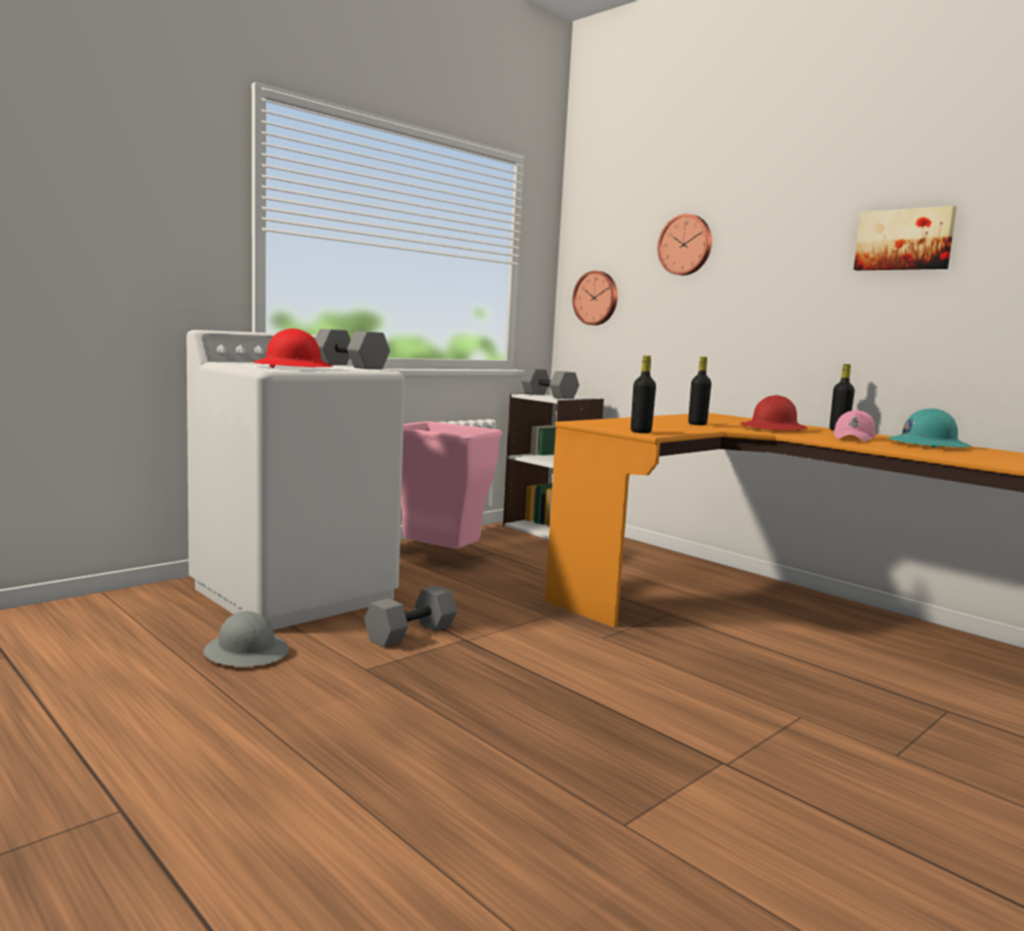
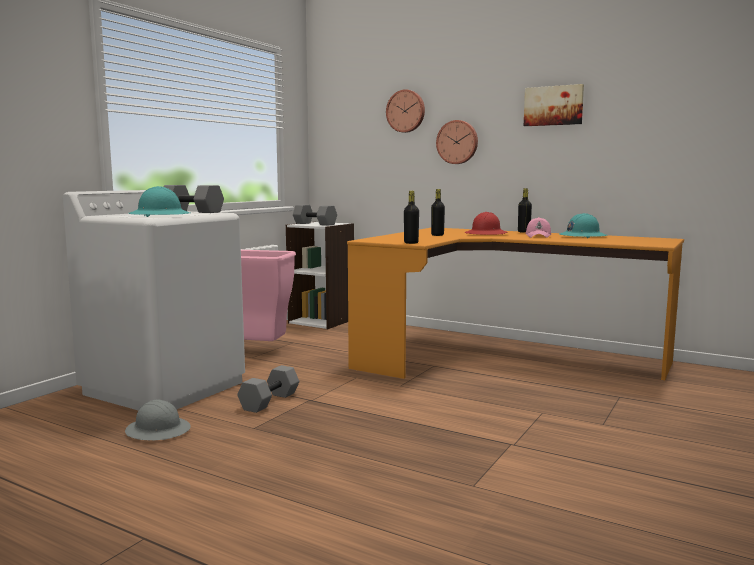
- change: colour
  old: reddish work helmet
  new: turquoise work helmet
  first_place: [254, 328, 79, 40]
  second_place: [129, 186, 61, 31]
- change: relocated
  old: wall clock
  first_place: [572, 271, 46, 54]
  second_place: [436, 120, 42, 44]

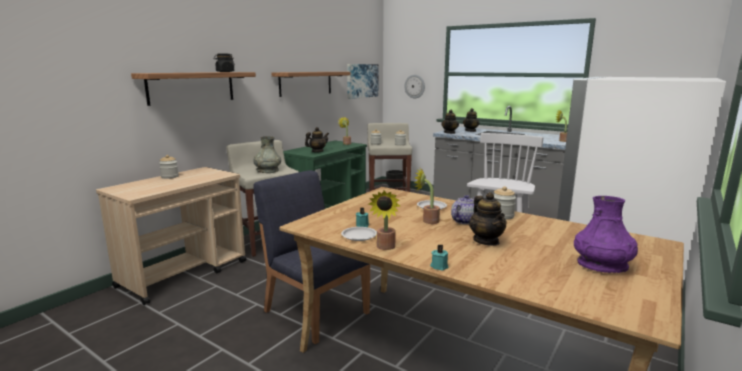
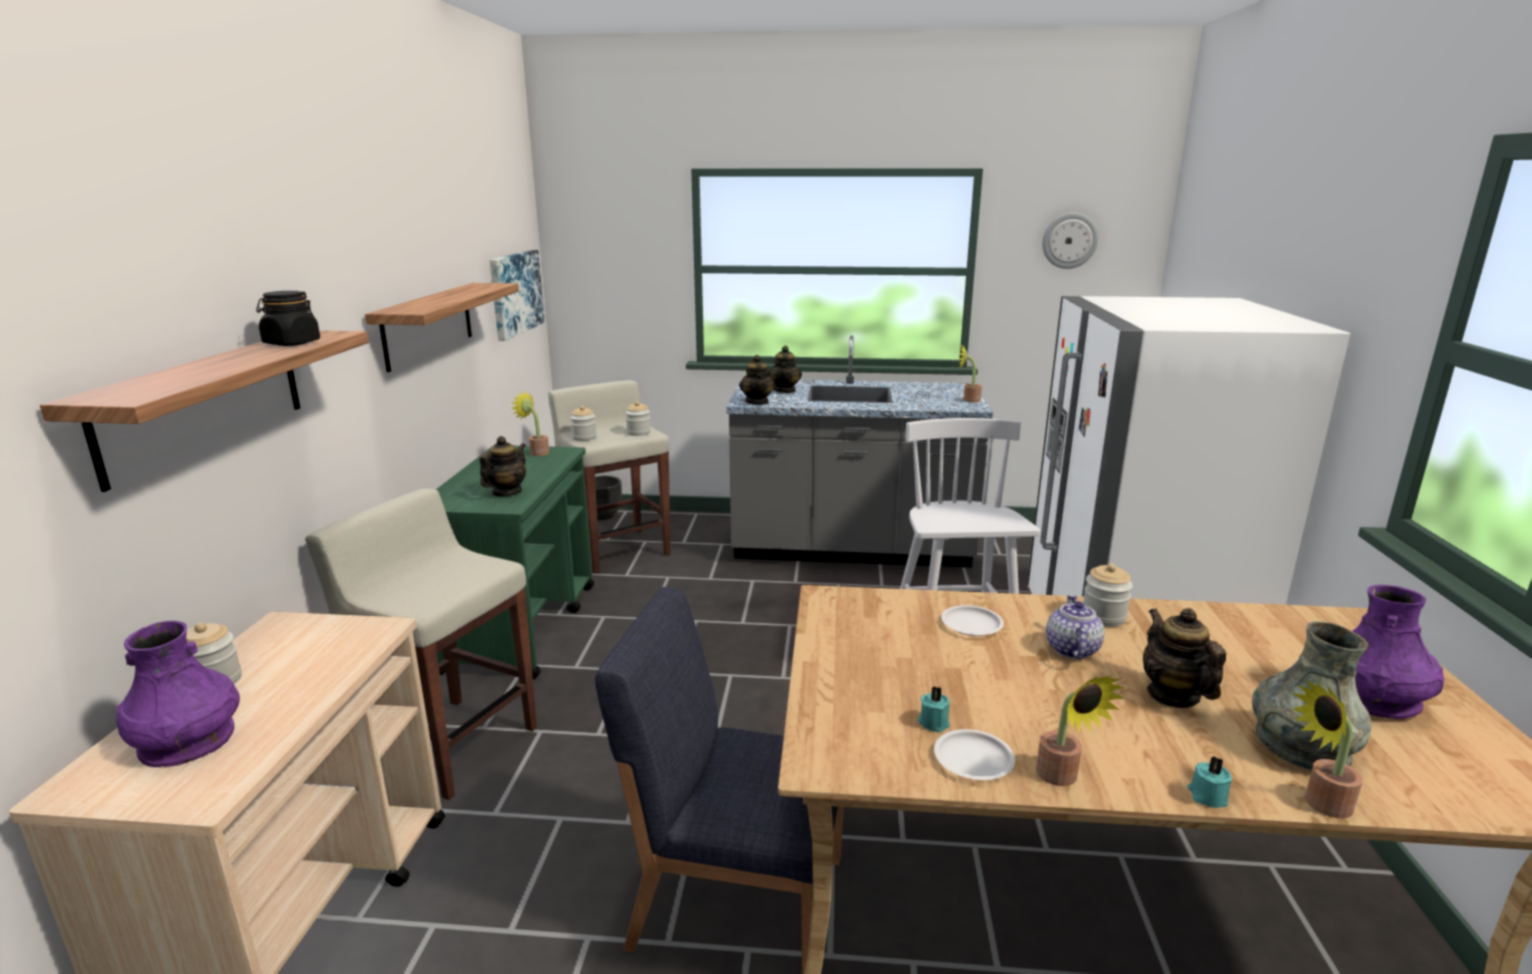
- change: relocated
  old: grey flower vase
  first_place: [253, 136, 28, 37]
  second_place: [1252, 621, 120, 149]
- change: relocated
  old: wall clock
  first_place: [404, 75, 21, 23]
  second_place: [1042, 213, 57, 56]
- change: relocated
  old: plant in a pot
  first_place: [414, 167, 26, 57]
  second_place: [1292, 679, 71, 139]
- change: spun
  old: pot for tea
  first_place: [469, 192, 38, 54]
  second_place: [1143, 608, 83, 100]
  degrees: -150
- change: appeared
  new: purple flower vase
  second_place: [116, 621, 124, 146]

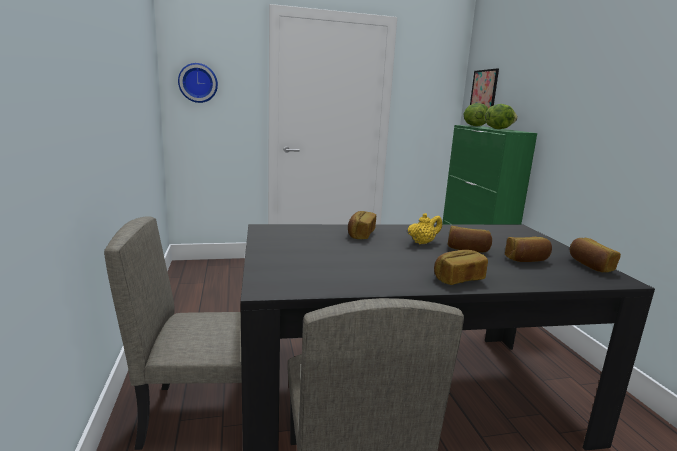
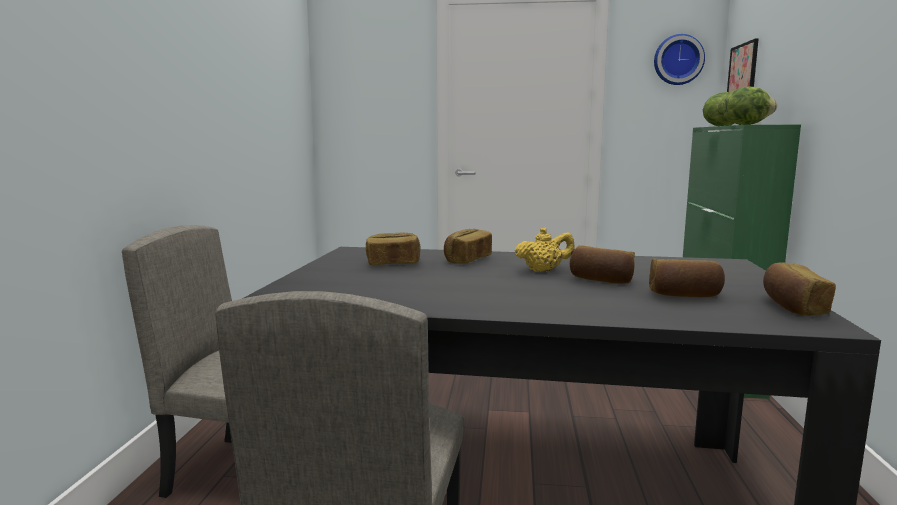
- change: relocated
  old: wall clock
  first_place: [178, 63, 40, 40]
  second_place: [654, 34, 51, 51]
- change: relocated
  old: baked bread
  first_place: [434, 250, 54, 35]
  second_place: [366, 233, 55, 32]

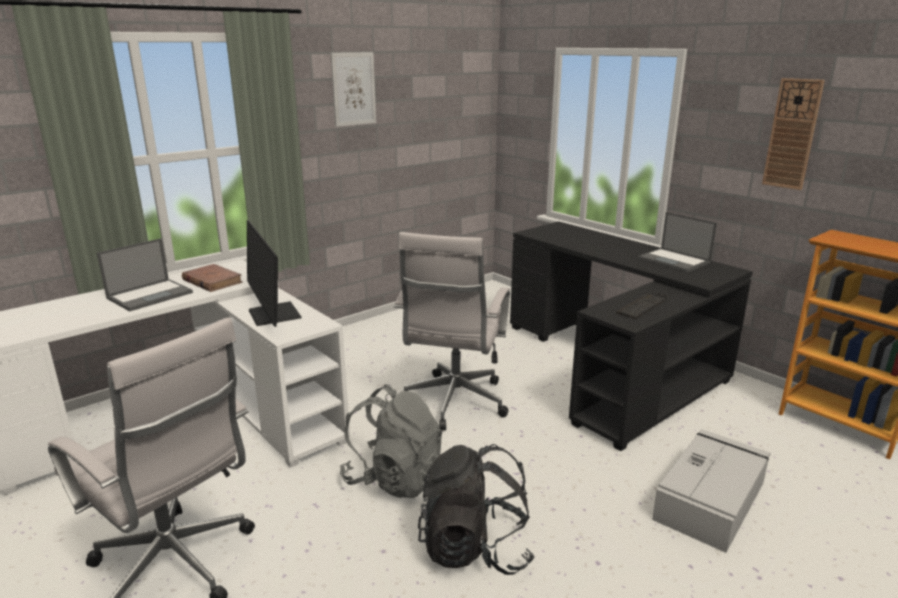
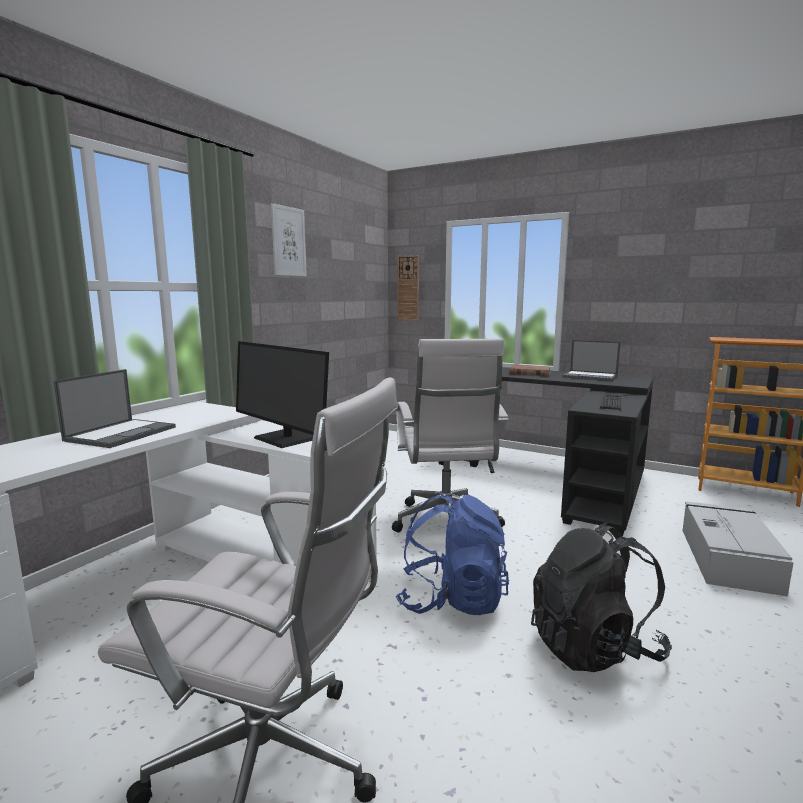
- change: relocated
  old: brown-coloured book
  first_place: [182, 264, 61, 28]
  second_place: [509, 365, 42, 11]
- change: colour
  old: grey rucksack
  new: bluish rucksack
  first_place: [340, 384, 102, 114]
  second_place: [396, 493, 113, 122]
- change: relocated
  old: wall clock
  first_place: [762, 78, 63, 112]
  second_place: [397, 255, 22, 66]

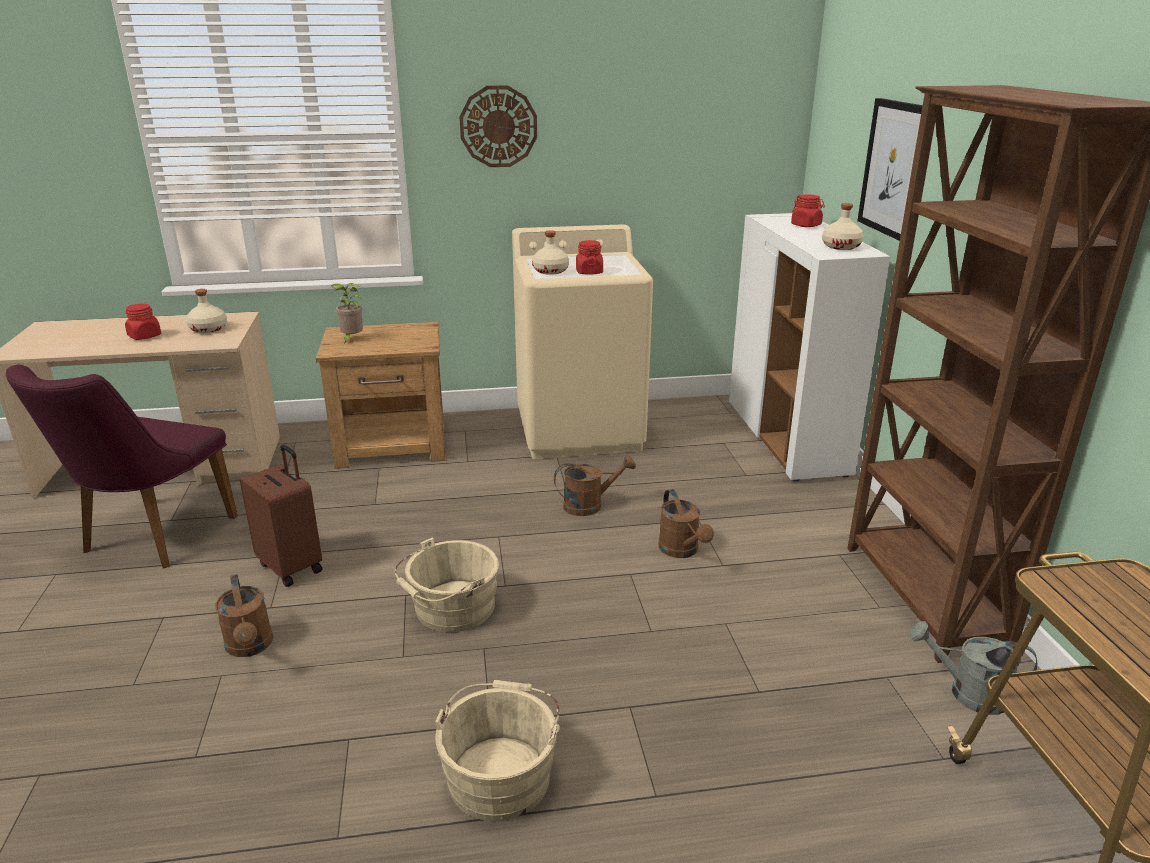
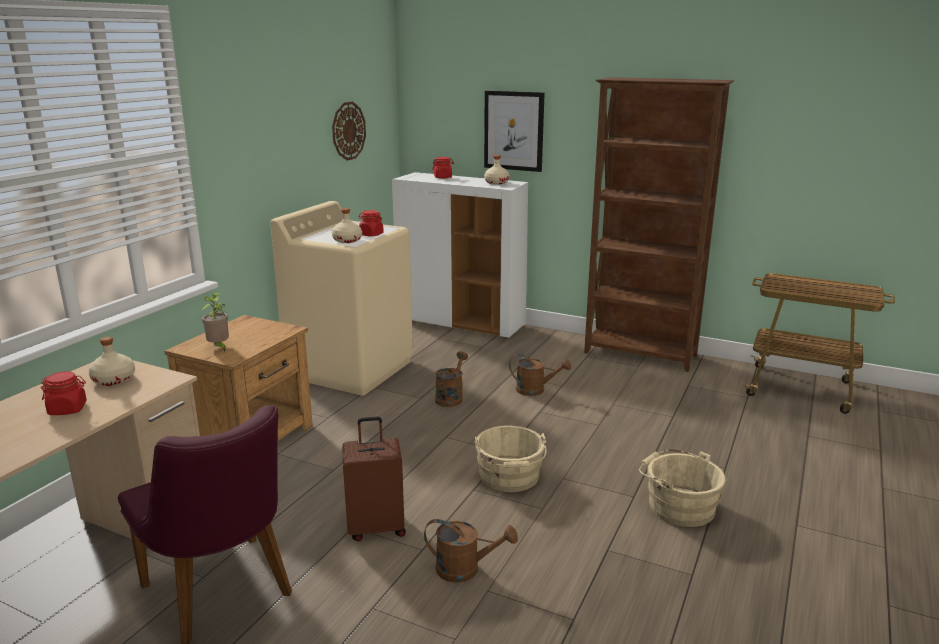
- change: relocated
  old: wall clock
  first_place: [459, 85, 78, 82]
  second_place: [332, 101, 34, 60]
- change: missing
  old: grey sprinkling can
  first_place: [910, 621, 127, 94]

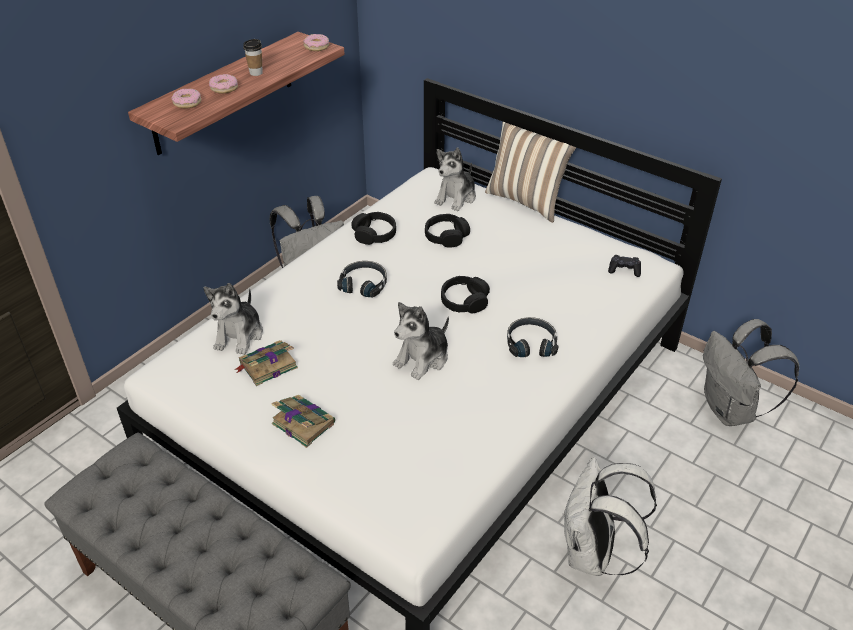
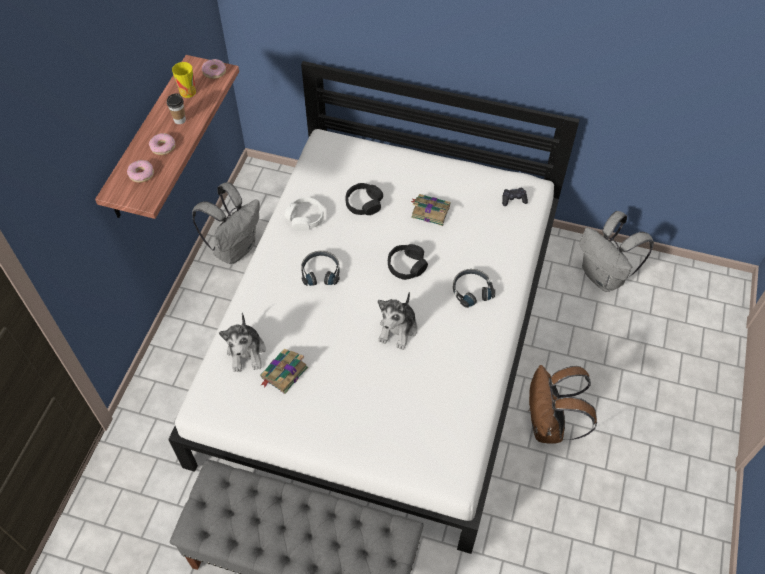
- change: relocated
  old: book
  first_place: [271, 395, 64, 53]
  second_place: [411, 194, 39, 32]
- change: colour
  old: blackish headset
  new: white-coloured headset
  first_place: [351, 212, 45, 33]
  second_place: [285, 197, 39, 34]
- change: missing
  old: cuddly toy
  first_place: [434, 148, 42, 63]
- change: missing
  old: cushion
  first_place: [485, 122, 92, 101]
- change: colour
  old: white-coloured rucksack
  new: brown-coloured rucksack
  first_place: [563, 457, 94, 119]
  second_place: [529, 365, 68, 79]
- change: appeared
  new: drinking cup
  second_place: [172, 62, 24, 36]

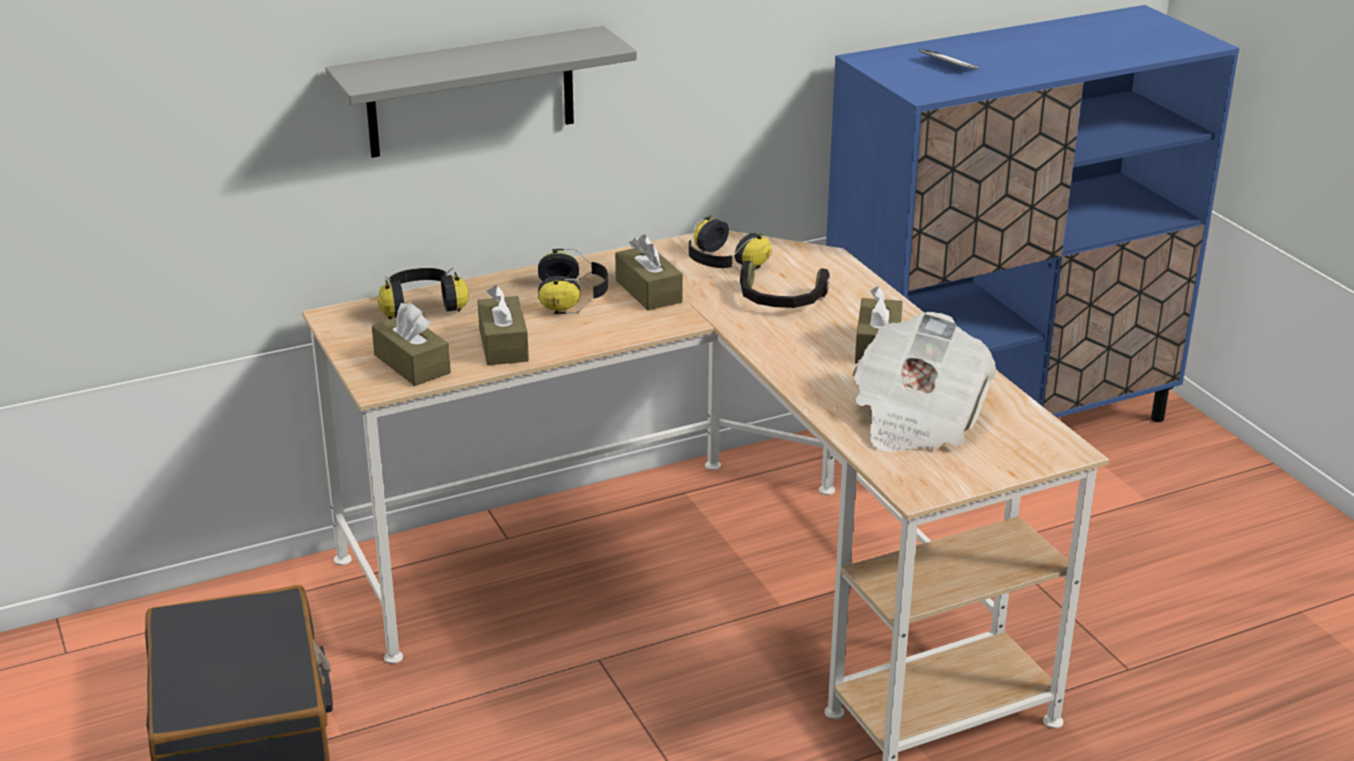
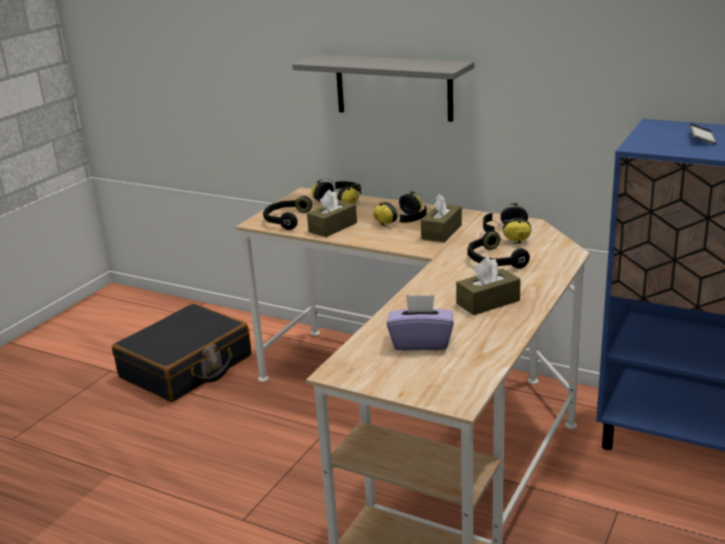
- change: exchanged
  old: brown-coloured tissue box
  new: blackish headset
  first_place: [372, 303, 79, 83]
  second_place: [263, 196, 49, 34]
- change: exchanged
  old: printed paper
  new: purple tissue box
  first_place: [852, 312, 144, 140]
  second_place: [387, 295, 67, 56]

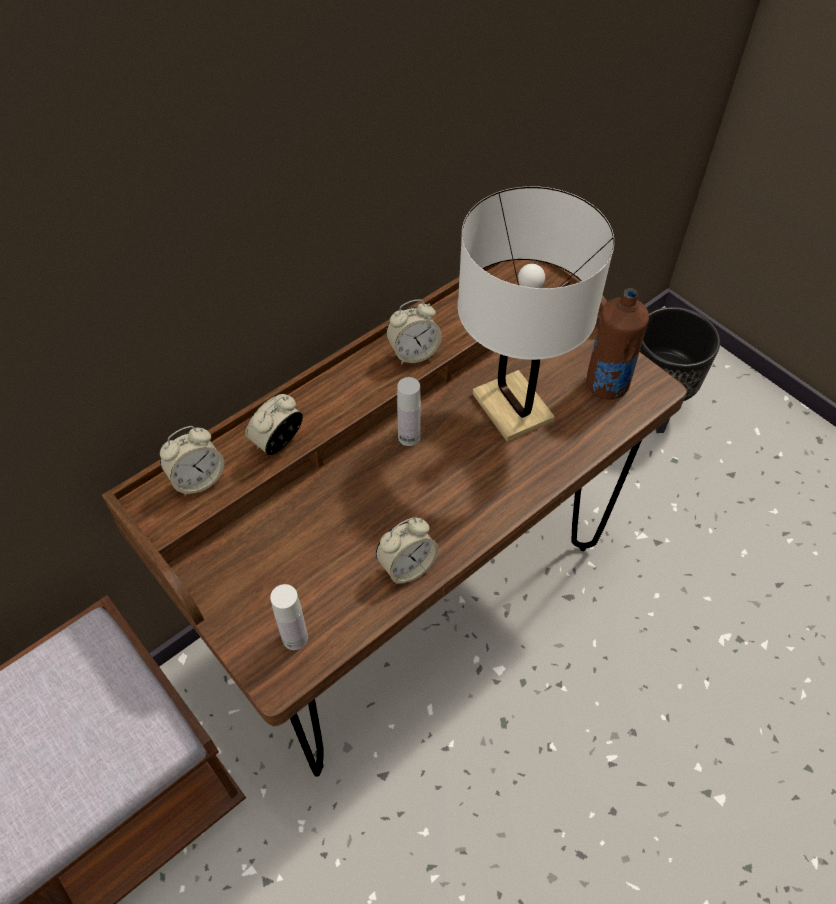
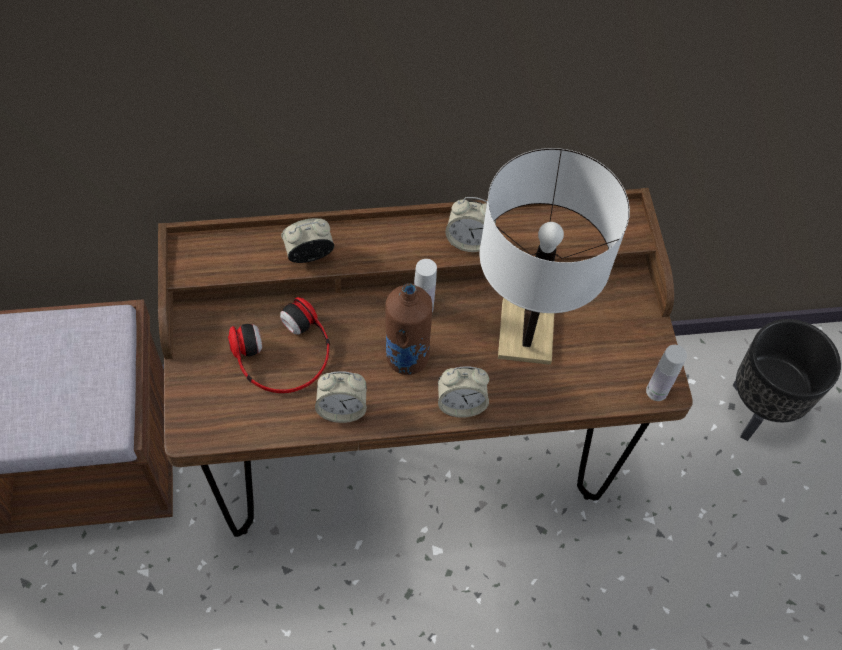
- change: relocated
  old: bedside clock
  first_place: [160, 426, 64, 70]
  second_place: [438, 366, 51, 52]
- change: relocated
  old: white-coloured beverage bottle
  first_place: [270, 584, 38, 66]
  second_place: [646, 345, 41, 56]
- change: relocated
  old: brown-coloured beverage bottle
  first_place: [587, 288, 62, 112]
  second_place: [385, 283, 47, 92]
- change: appeared
  new: headset
  second_place: [228, 297, 102, 96]

